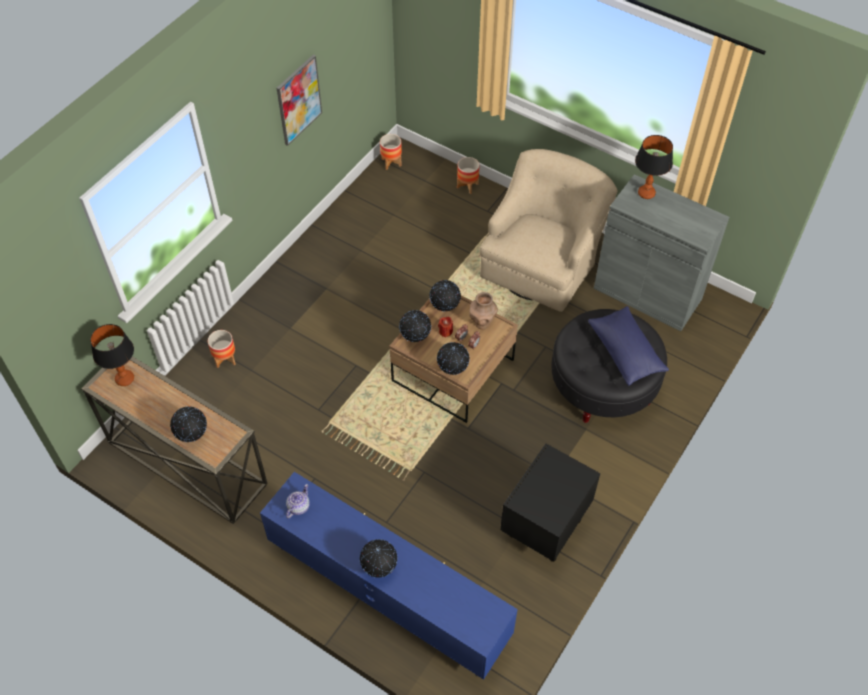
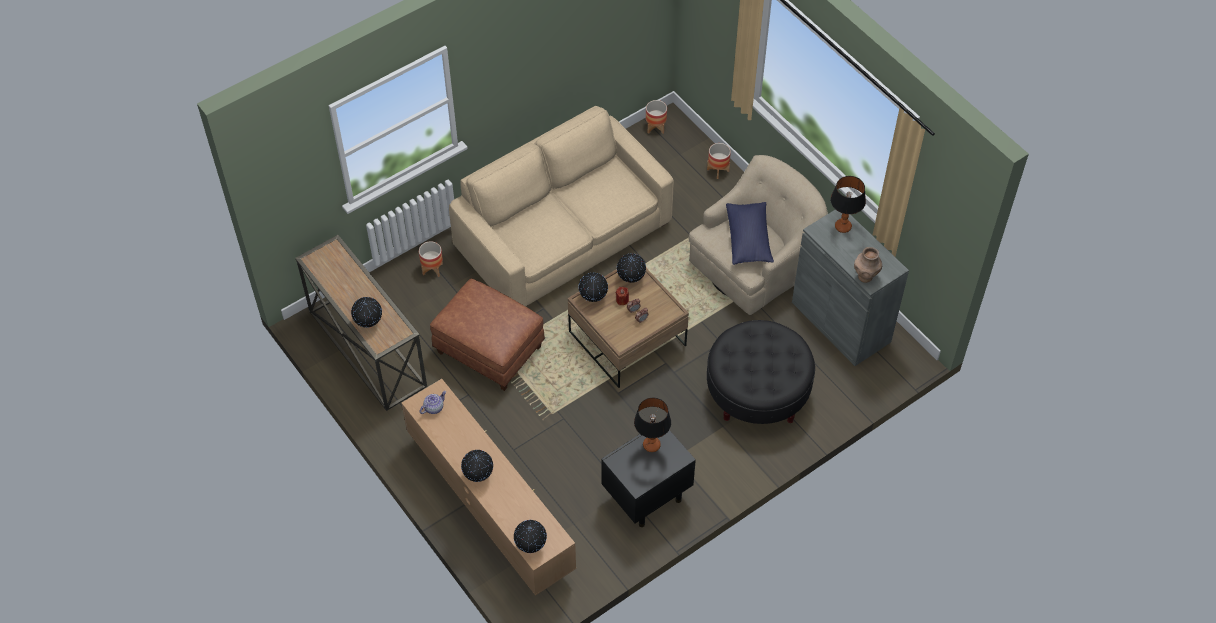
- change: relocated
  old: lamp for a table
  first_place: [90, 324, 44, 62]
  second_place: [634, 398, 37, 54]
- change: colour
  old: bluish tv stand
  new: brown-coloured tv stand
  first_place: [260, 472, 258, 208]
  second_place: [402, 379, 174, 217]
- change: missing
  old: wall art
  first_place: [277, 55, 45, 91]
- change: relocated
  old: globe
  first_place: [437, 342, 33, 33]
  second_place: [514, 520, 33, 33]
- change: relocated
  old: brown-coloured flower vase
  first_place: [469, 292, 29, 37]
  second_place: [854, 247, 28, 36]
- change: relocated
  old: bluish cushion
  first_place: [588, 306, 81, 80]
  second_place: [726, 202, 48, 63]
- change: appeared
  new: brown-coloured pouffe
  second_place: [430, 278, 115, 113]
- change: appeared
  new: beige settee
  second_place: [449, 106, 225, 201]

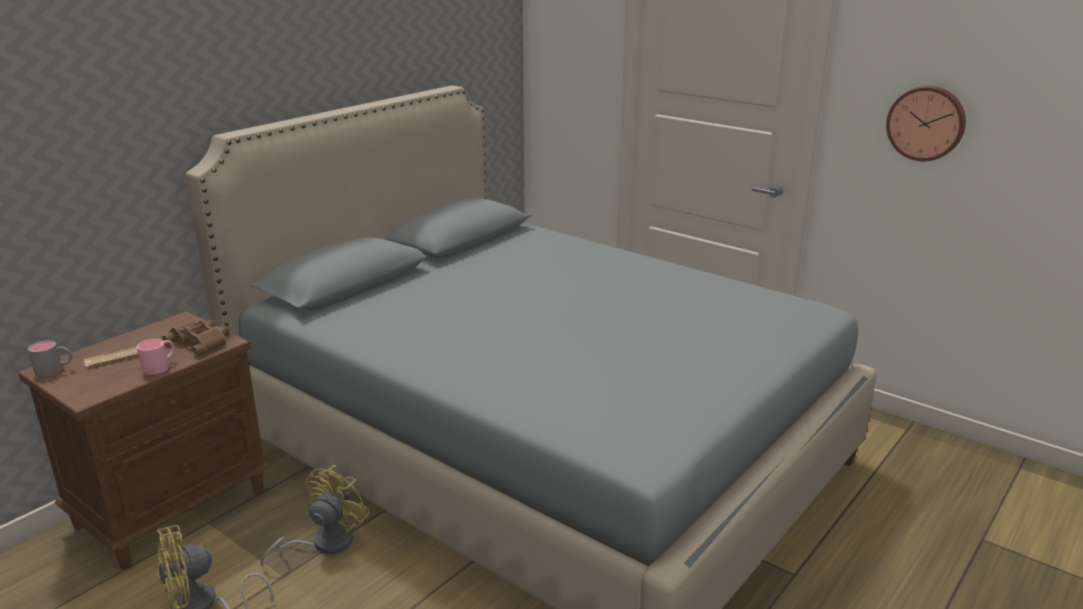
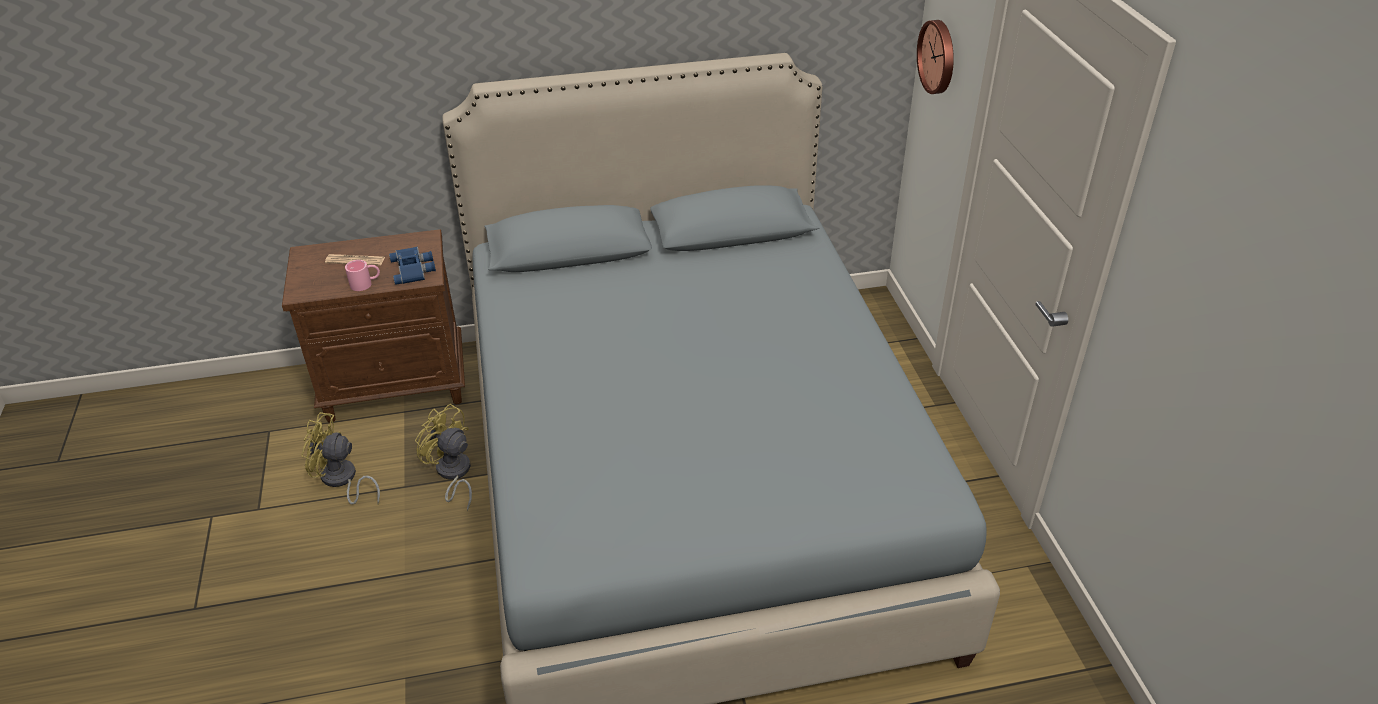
- change: missing
  old: grey mug
  first_place: [28, 340, 44, 37]
- change: colour
  old: brown-coloured field glasses
  new: bluish field glasses
  first_place: [162, 319, 67, 37]
  second_place: [389, 247, 47, 38]
- change: spun
  old: yellow-coloured fan
  first_place: [261, 465, 109, 102]
  second_place: [415, 404, 57, 107]
  degrees: -120
- change: relocated
  old: wall clock
  first_place: [886, 86, 80, 75]
  second_place: [917, 20, 37, 74]

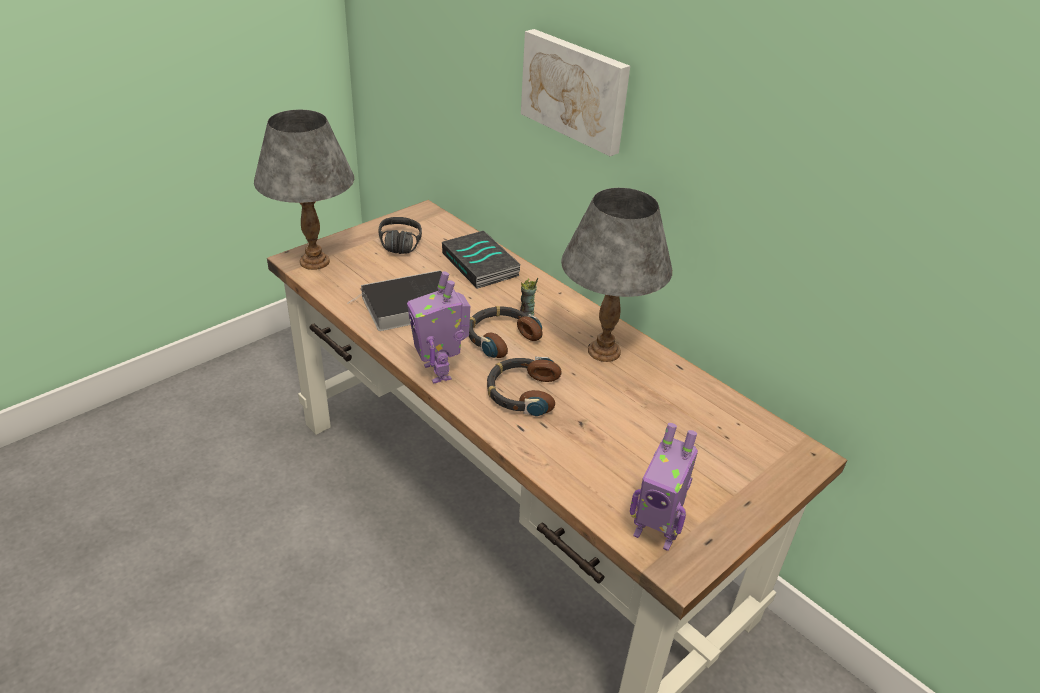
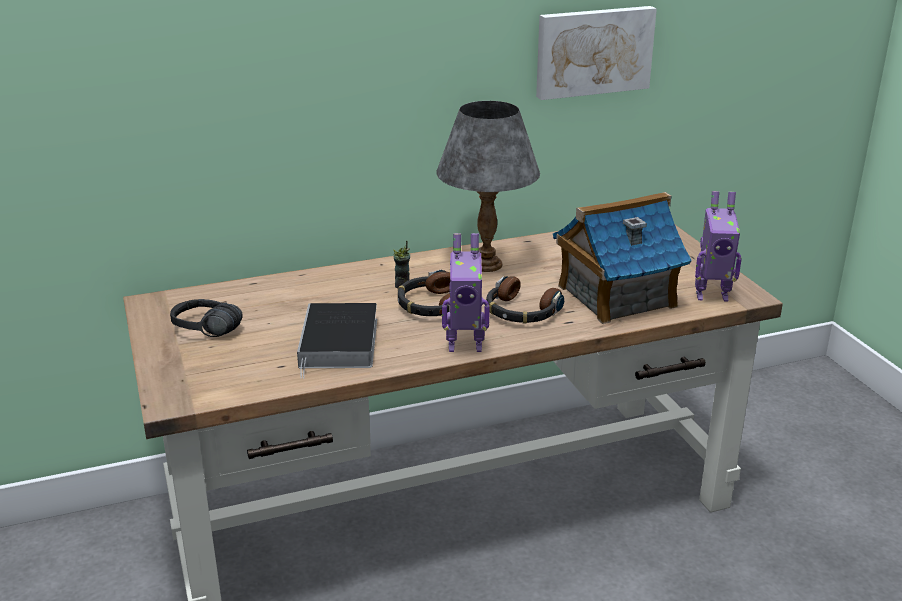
- change: missing
  old: grey lamp for a table
  first_place: [254, 110, 100, 160]
- change: missing
  old: book
  first_place: [442, 231, 79, 58]
- change: relocated
  old: wall art
  first_place: [521, 29, 109, 127]
  second_place: [536, 6, 121, 94]
- change: spun
  old: toy robot
  first_place: [630, 423, 68, 128]
  second_place: [695, 191, 46, 111]
  degrees: 45
- change: appeared
  new: model house
  second_place: [553, 192, 139, 132]

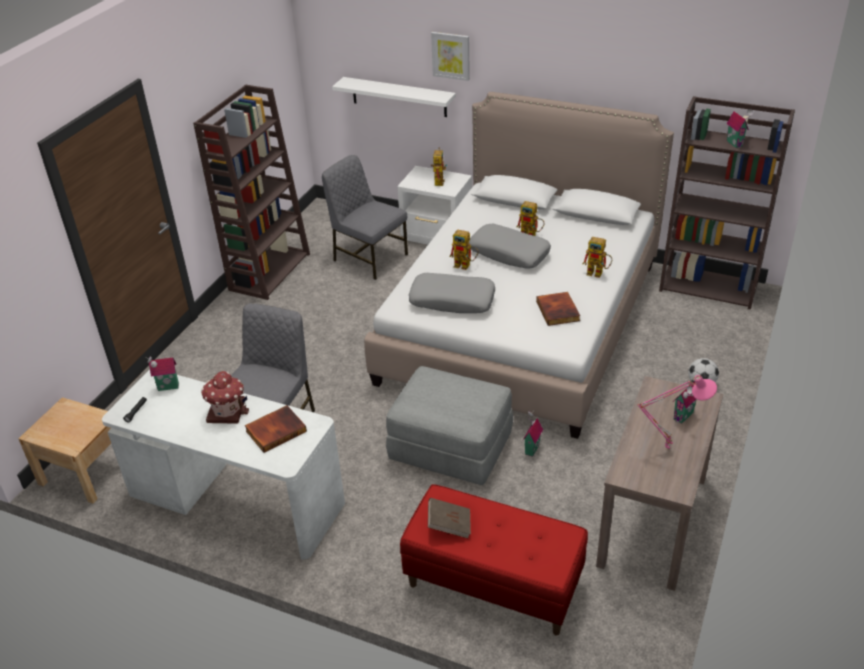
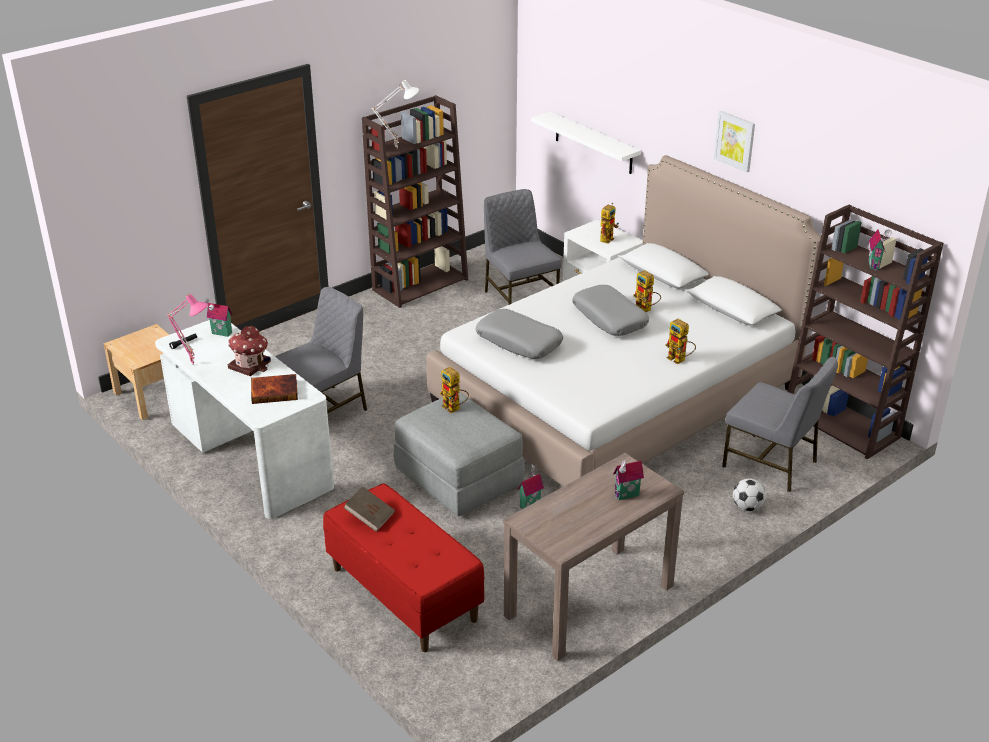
- change: relocated
  old: wall art
  first_place: [431, 32, 39, 49]
  second_place: [714, 111, 41, 61]
- change: relocated
  old: toy robot
  first_place: [450, 230, 28, 40]
  second_place: [440, 367, 29, 46]
- change: missing
  old: book
  first_place: [536, 292, 44, 34]
- change: relocated
  old: pink lamp for a table
  first_place: [637, 375, 80, 75]
  second_place: [167, 293, 41, 72]
- change: appeared
  new: white-coloured lamp for a table
  second_place: [372, 80, 47, 69]
- change: appeared
  new: grey upright chair
  second_place: [722, 357, 116, 135]

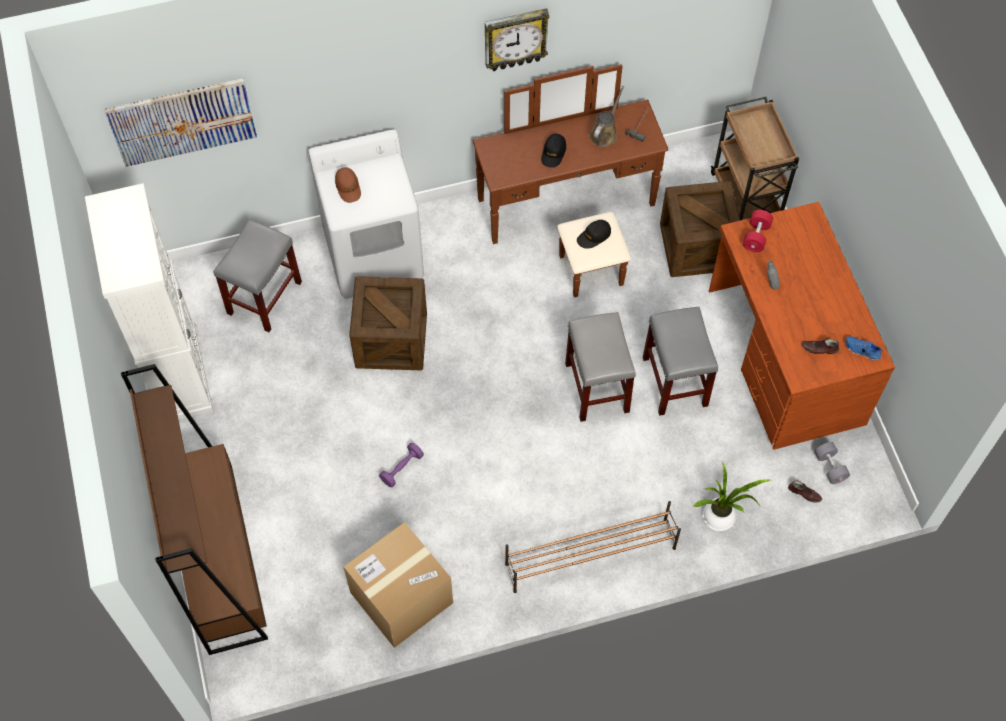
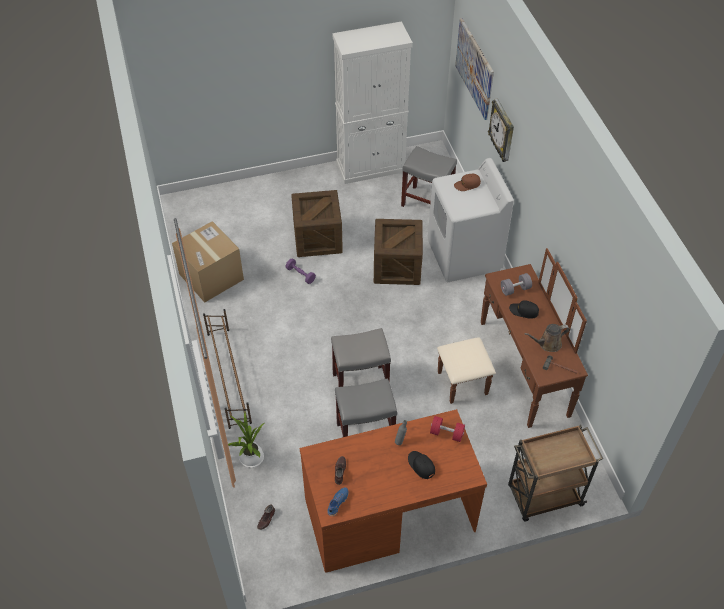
- change: missing
  old: brown-coloured shelving unit
  first_place: [121, 364, 147, 291]
- change: relocated
  old: wall clock
  first_place: [485, 8, 64, 63]
  second_place: [488, 98, 26, 64]
- change: relocated
  old: blackish peaked cap
  first_place: [577, 220, 34, 29]
  second_place: [408, 451, 27, 28]
- change: spun
  old: brown-coloured sprinkling can
  first_place: [589, 86, 35, 61]
  second_place: [524, 324, 46, 28]
  degrees: 135
- change: relocated
  old: packing crate
  first_place: [660, 181, 80, 96]
  second_place: [291, 190, 52, 67]
- change: relocated
  old: grey hand weight
  first_place: [814, 442, 36, 42]
  second_place: [501, 273, 31, 23]

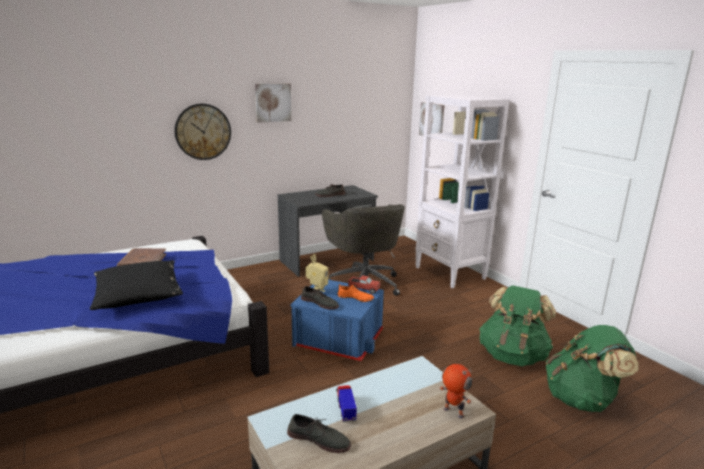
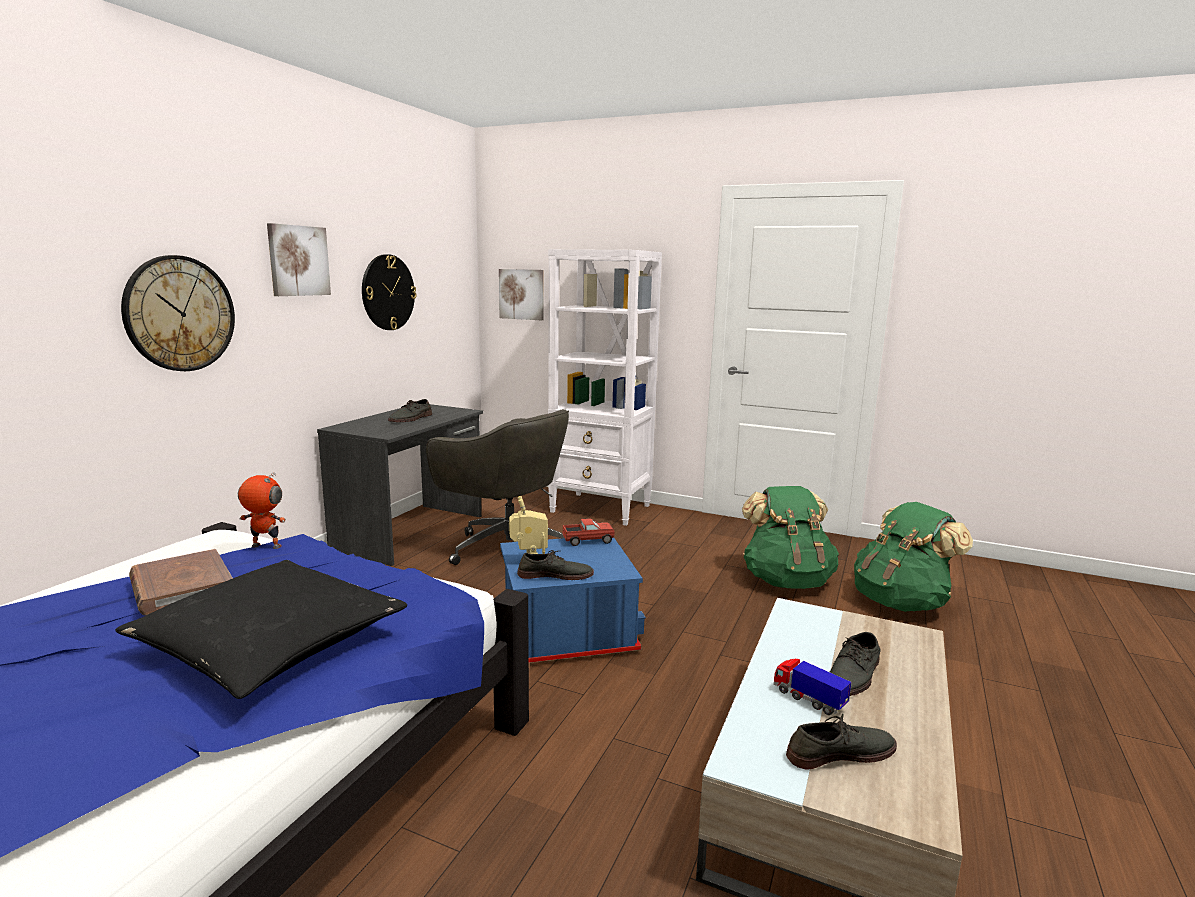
- change: missing
  old: orange-coloured shoe
  first_place: [337, 284, 37, 18]
- change: relocated
  old: toy robot
  first_place: [439, 364, 33, 55]
  second_place: [238, 472, 48, 77]
- change: appeared
  new: wall clock
  second_place: [362, 254, 54, 76]
- change: appeared
  new: grey shoe
  second_place: [830, 632, 51, 64]

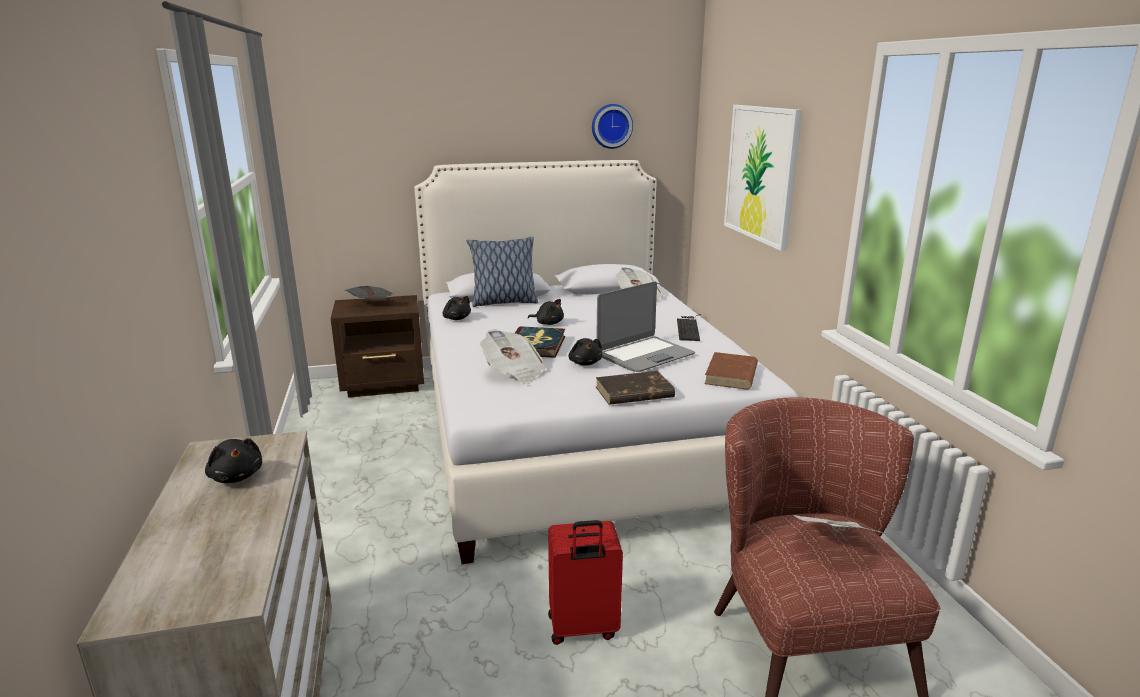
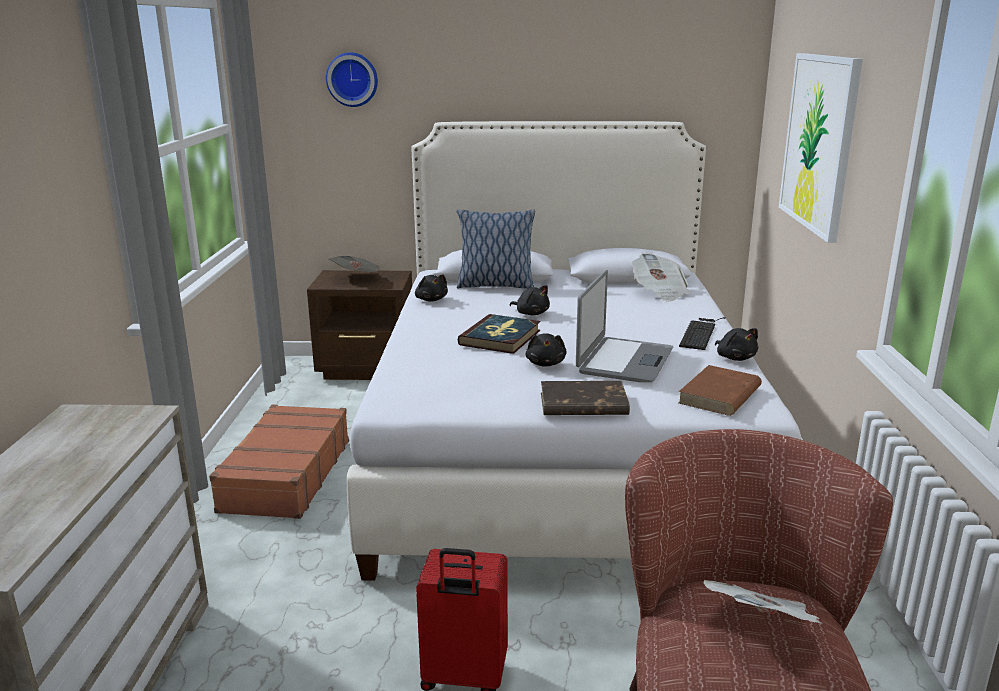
- change: relocated
  old: blackish cuddly toy
  first_place: [205, 438, 57, 45]
  second_place: [715, 328, 43, 33]
- change: missing
  old: printed paper
  first_place: [480, 329, 66, 55]
- change: relocated
  old: wall clock
  first_place: [592, 104, 41, 45]
  second_place: [326, 52, 52, 55]
- change: spun
  old: notebook computer
  first_place: [596, 282, 99, 90]
  second_place: [576, 270, 97, 112]
  degrees: -45
- change: appeared
  new: brown-coloured piece of luggage
  second_place: [209, 405, 140, 114]

